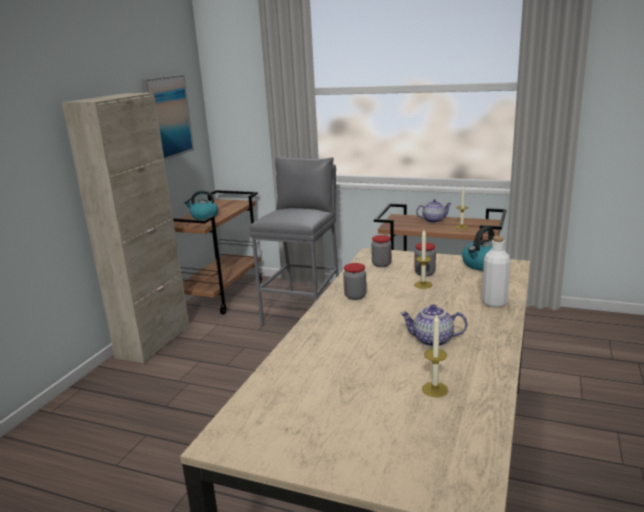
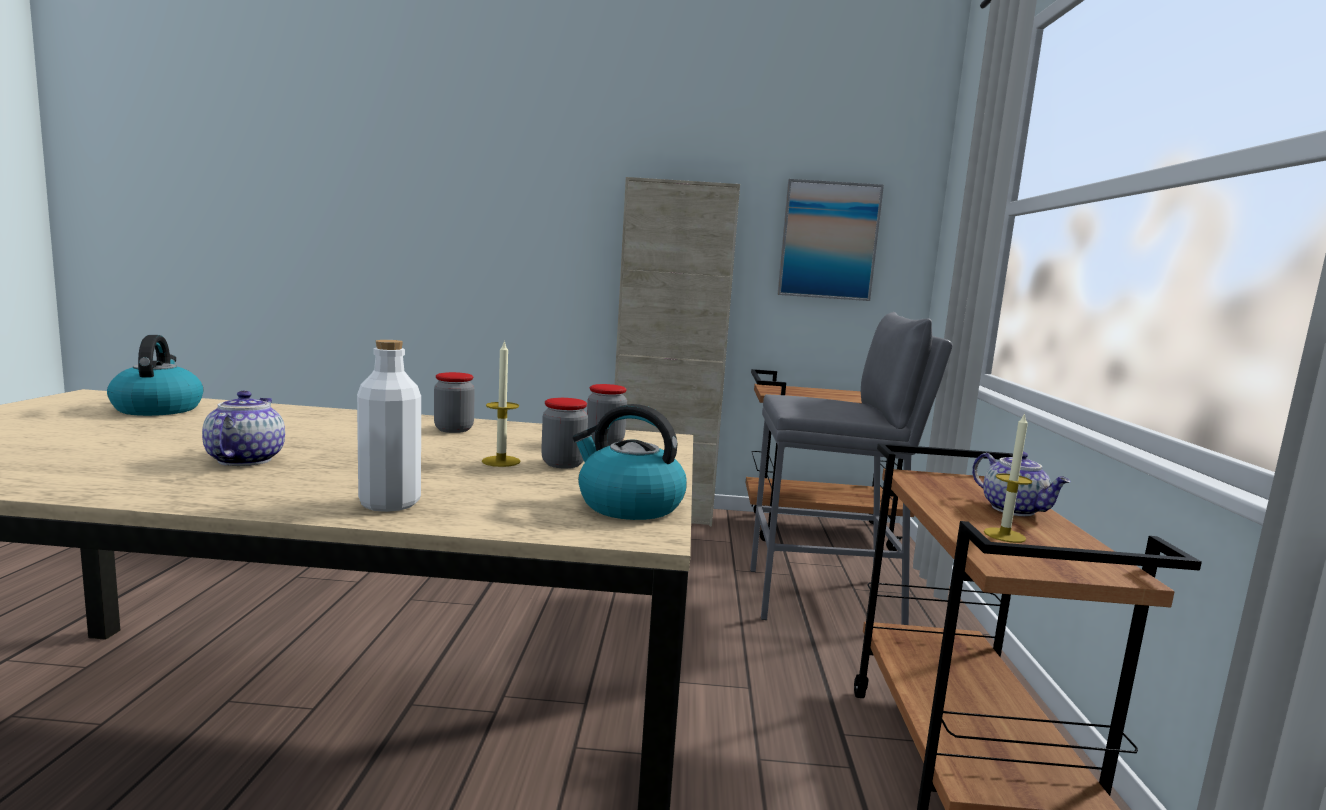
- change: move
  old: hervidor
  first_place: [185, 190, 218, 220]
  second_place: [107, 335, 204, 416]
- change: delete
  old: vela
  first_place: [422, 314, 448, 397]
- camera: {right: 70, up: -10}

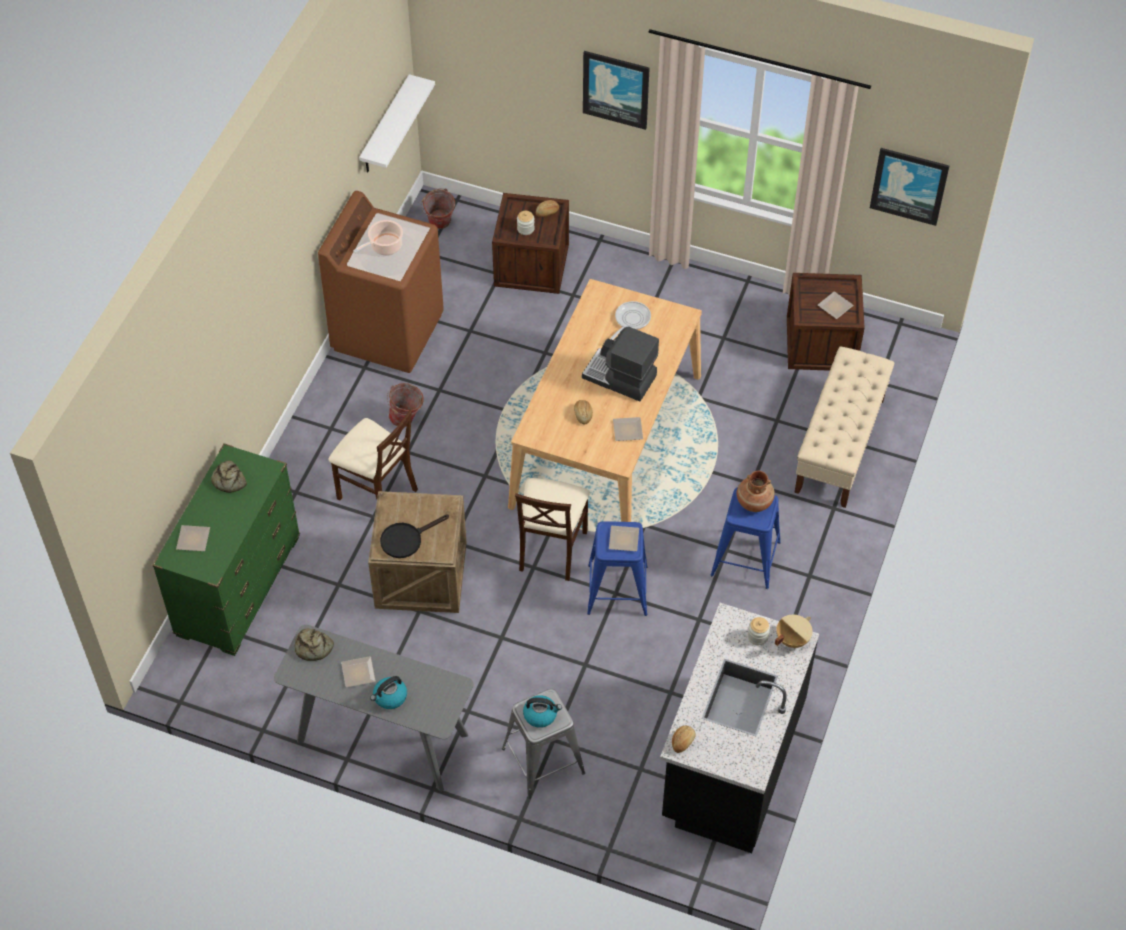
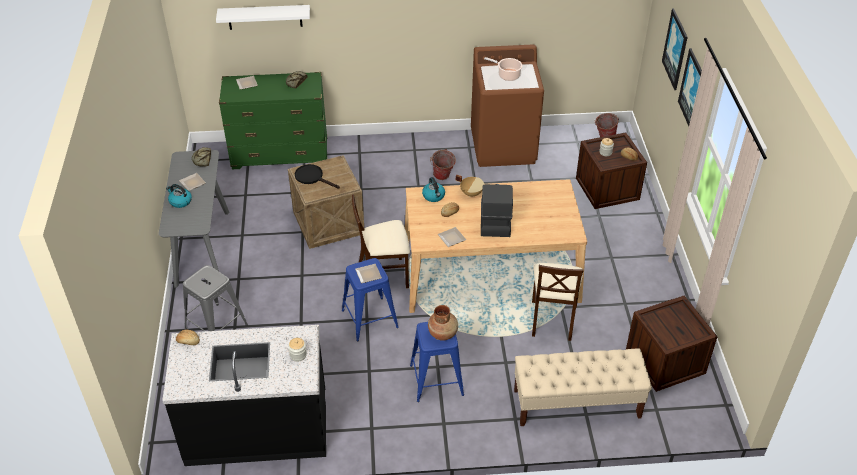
- change: move
  old: silla (beis)
  first_place: [328, 410, 418, 501]
  second_place: [532, 263, 584, 341]
- change: move
  old: estante (blanco)
  first_place: [359, 74, 435, 172]
  second_place: [216, 5, 310, 30]
- change: move
  old: hervidor
  first_place: [523, 695, 562, 728]
  second_place: [422, 177, 445, 202]
- change: delete
  old: sartén
  first_place: [610, 301, 651, 340]
- change: move
  old: olla (beis)
  first_place: [775, 615, 813, 648]
  second_place: [456, 175, 484, 197]
- change: delete
  old: plato
  first_place: [818, 291, 854, 319]
- change: move
  old: cuadro
  first_place: [870, 148, 949, 226]
  second_place: [662, 9, 688, 90]
- camera: {right: 65, up: -10}

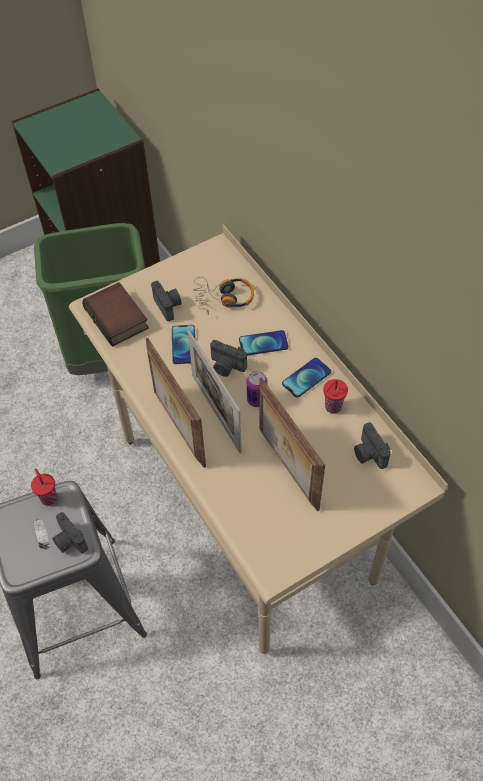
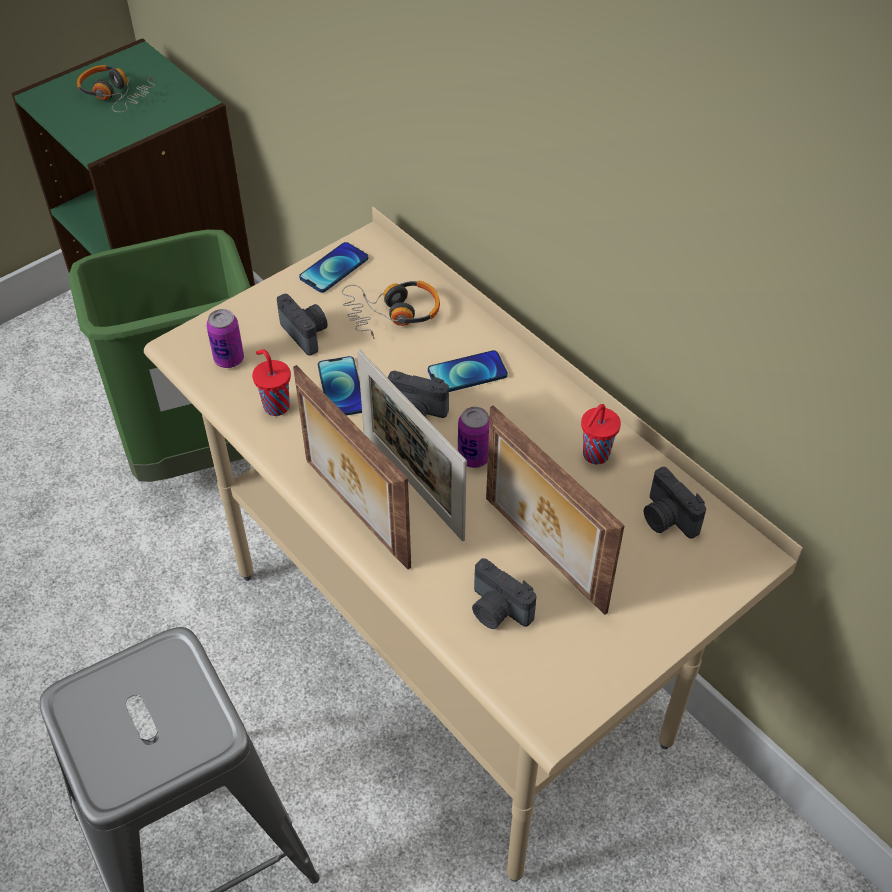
- change: move
  old: taza (rojo)
  first_place: [31, 469, 57, 506]
  second_place: [252, 349, 291, 416]
- change: move
  old: cámara
  first_place: [52, 512, 88, 553]
  second_place: [472, 558, 536, 629]
- change: replace
  old: libro
  new: lata
  first_place: [82, 282, 149, 347]
  second_place: [206, 309, 244, 368]
- change: move
  old: móvil
  first_place: [282, 358, 331, 398]
  second_place: [299, 242, 368, 293]
- change: insert
  new: auriculares
  second_place: [77, 65, 155, 113]
- camera: {right: -10, up: -5}

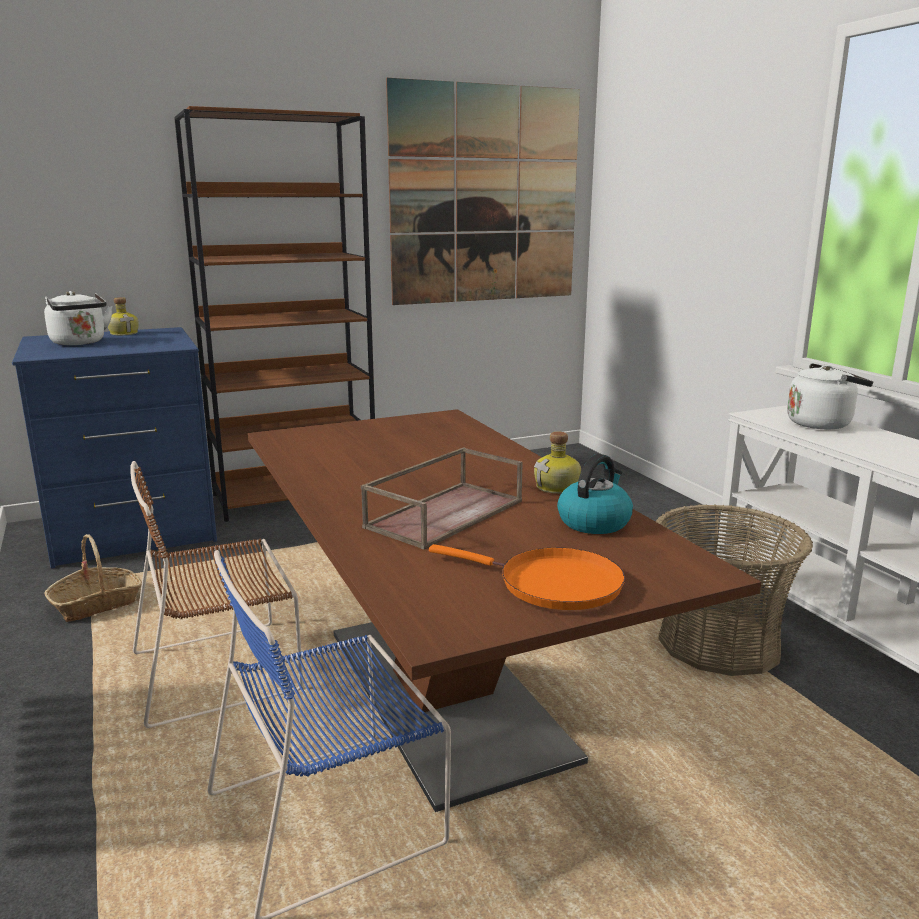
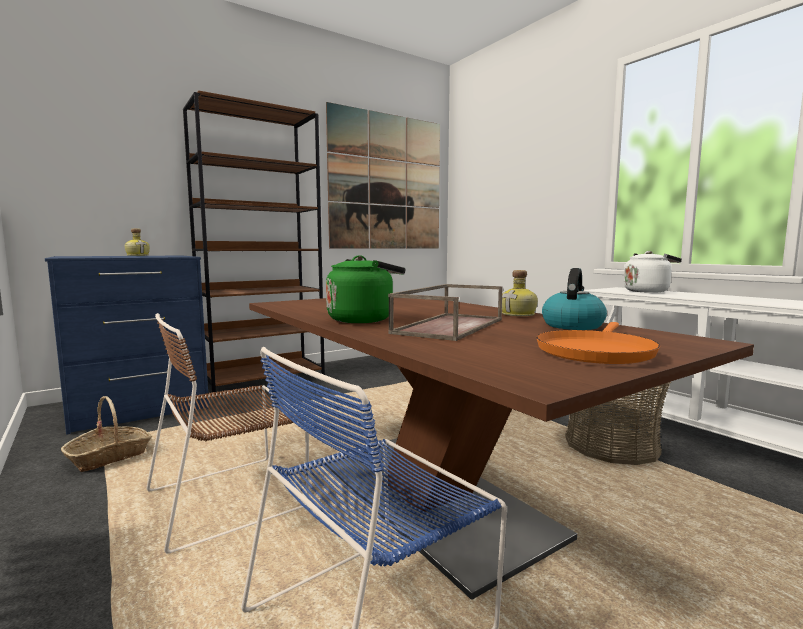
- change: delete
  old: hervidor (blanco)
  first_place: [44, 291, 112, 345]
- change: rotate
  old: sartén (naranja)
  first_place: [429, 544, 625, 610]
  second_place: [536, 322, 660, 364]
  degrees: 105
- change: insert
  new: hervidor (verde)
  second_place: [326, 255, 406, 323]
- camera: {right: -10, up: -10}

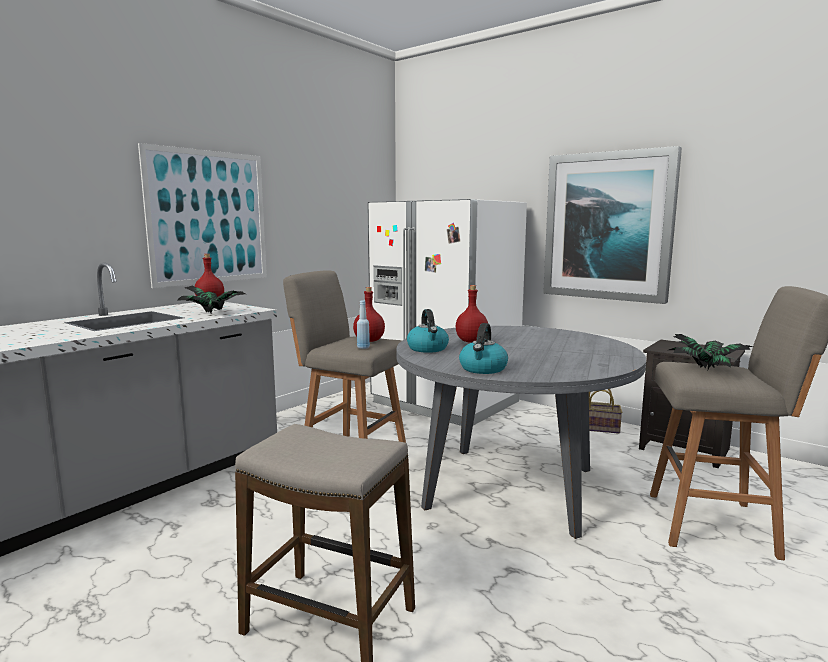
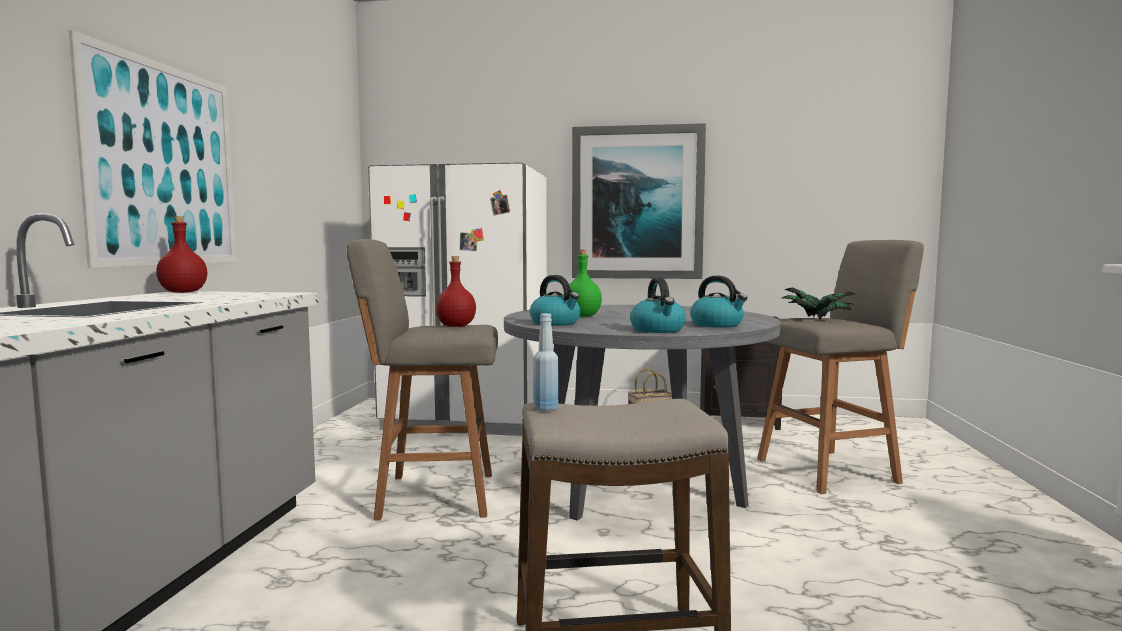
- change: delete
  old: planta en maceta
  first_place: [177, 286, 246, 313]
- change: move
  old: botella (azul)
  first_place: [357, 301, 370, 349]
  second_place: [533, 313, 559, 411]
- change: recolor
  old: botella (rojo)
  new: botella (verde)
  first_place: [456, 285, 488, 343]
  second_place: [569, 250, 602, 317]
- change: insert
  new: hervidor
  second_place: [690, 276, 748, 328]
- camera: {right: -30, up: -5}

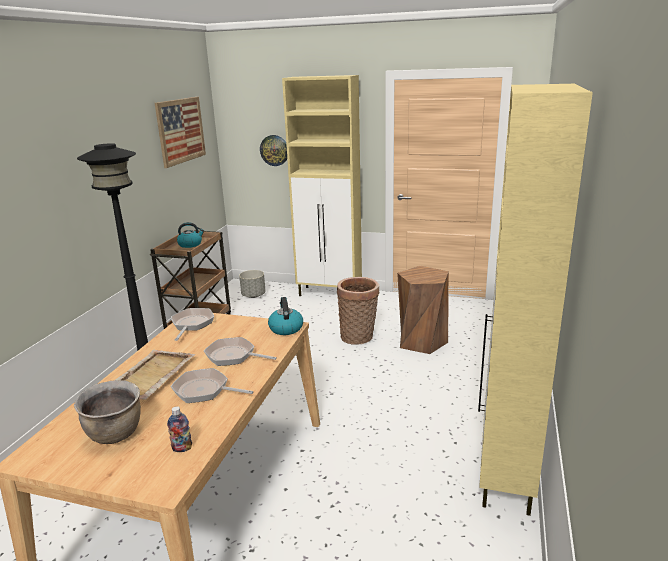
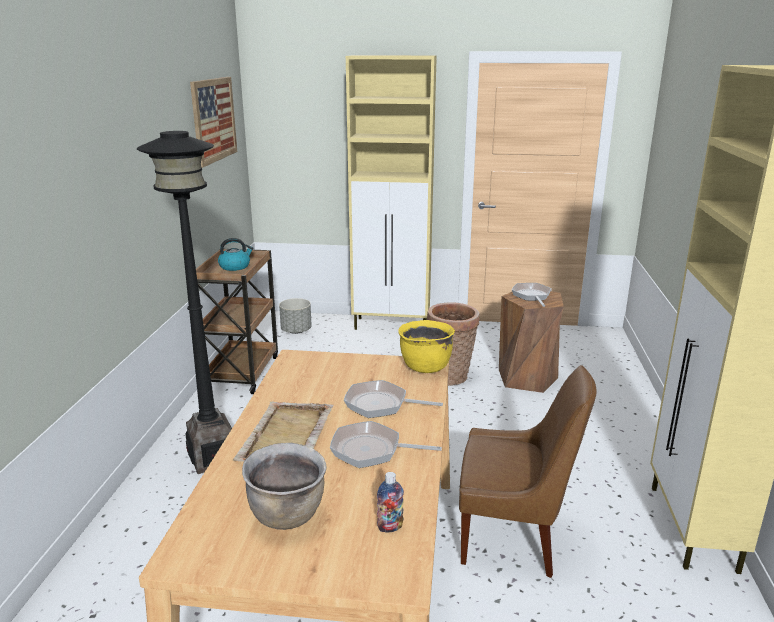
- change: move
  old: sartén
  first_place: [171, 308, 214, 341]
  second_place: [512, 283, 552, 307]
- change: delete
  old: reloj de pared
  first_place: [260, 135, 287, 166]
- change: replace
  old: hervidor
  new: olla (amarillo)
  first_place: [268, 297, 303, 335]
  second_place: [398, 320, 455, 373]
- change: insert
  new: silla (marrón)
  second_place: [459, 365, 597, 578]
- camera: {right: -10, up: 0}

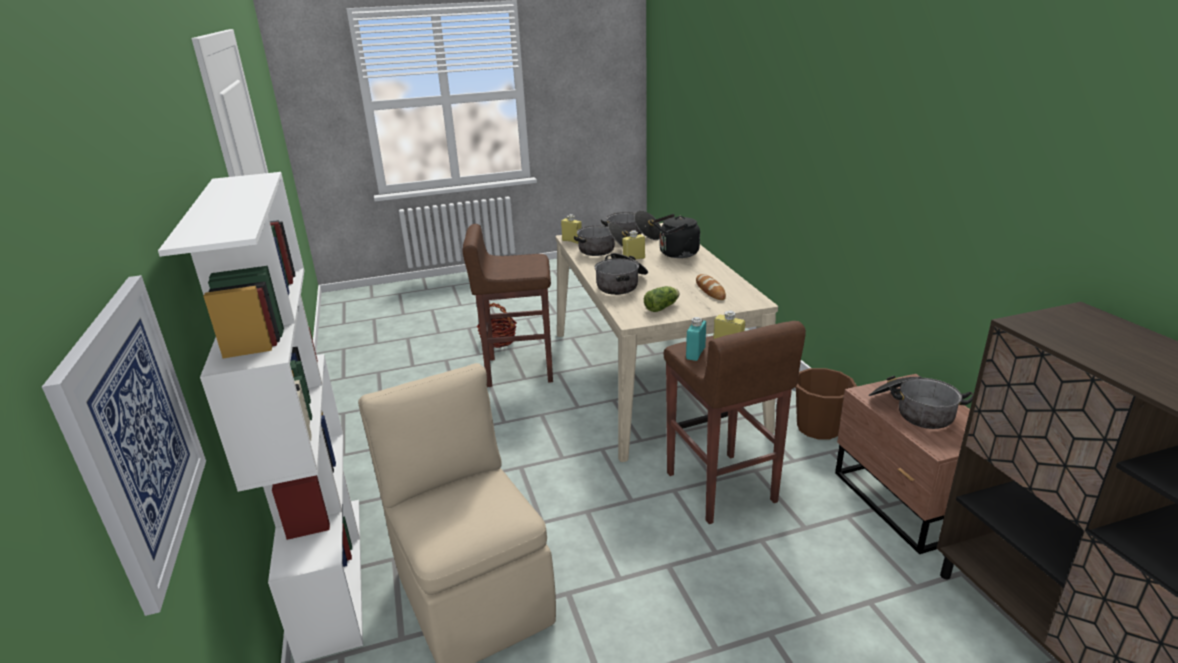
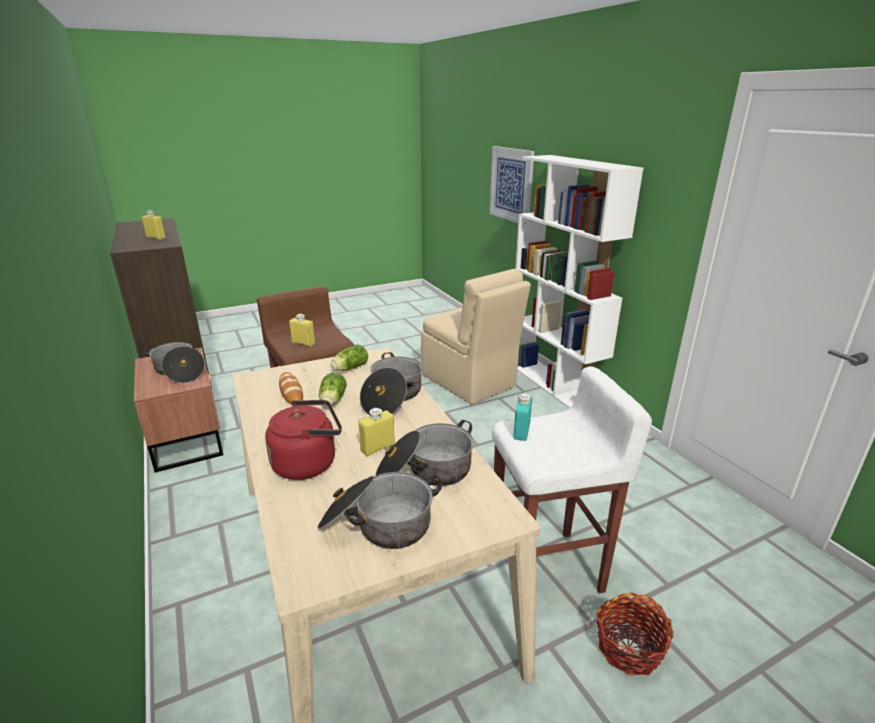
- change: recolor
  old: taburete (marrón)
  new: taburete (blanco)
  first_place: [463, 224, 553, 387]
  second_place: [492, 366, 652, 594]
- change: move
  old: botella (amarillo)
  first_place: [561, 214, 582, 244]
  second_place: [142, 210, 166, 240]
- change: recolor
  old: hervidor (negro)
  new: hervidor (rojo)
  first_place: [653, 214, 700, 258]
  second_place: [265, 400, 342, 480]
- change: move
  old: botella (turquesa)
  first_place: [686, 317, 706, 361]
  second_place: [513, 394, 532, 441]
- change: delete
  old: cubo (marrón)
  first_place: [792, 368, 857, 439]
- change: insert
  new: lechuga
  second_place: [319, 373, 347, 407]
- camera: {right: 170, up: 0}

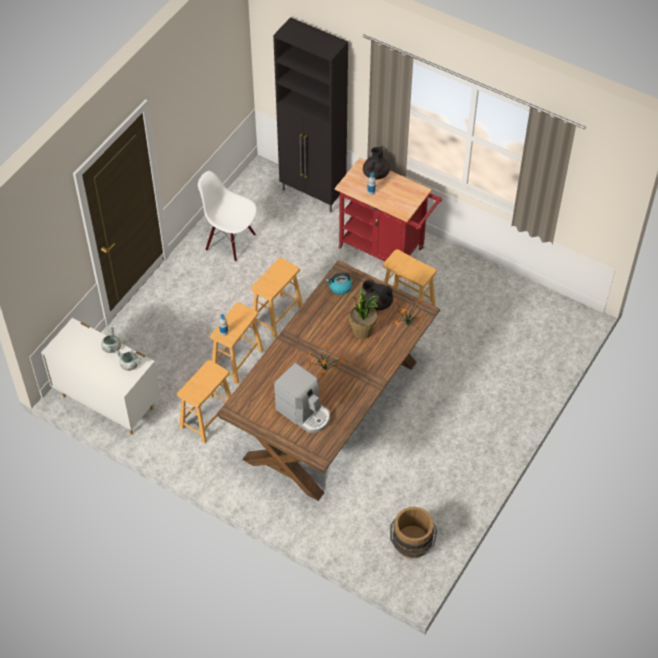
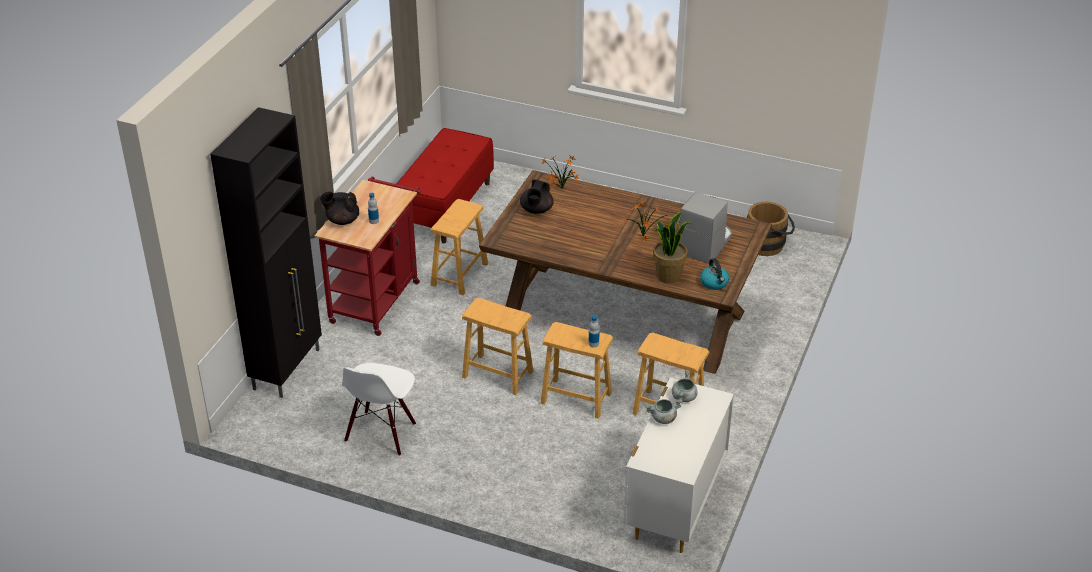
- change: move
  old: hervidor
  first_place: [326, 272, 352, 295]
  second_place: [700, 258, 729, 290]
- change: move
  old: planta en maceta
  first_place: [349, 286, 380, 339]
  second_place: [652, 211, 691, 284]
- change: insert
  new: banco (rojo)
  second_place: [397, 128, 494, 243]
- camera: {right: -100, up: -15}

